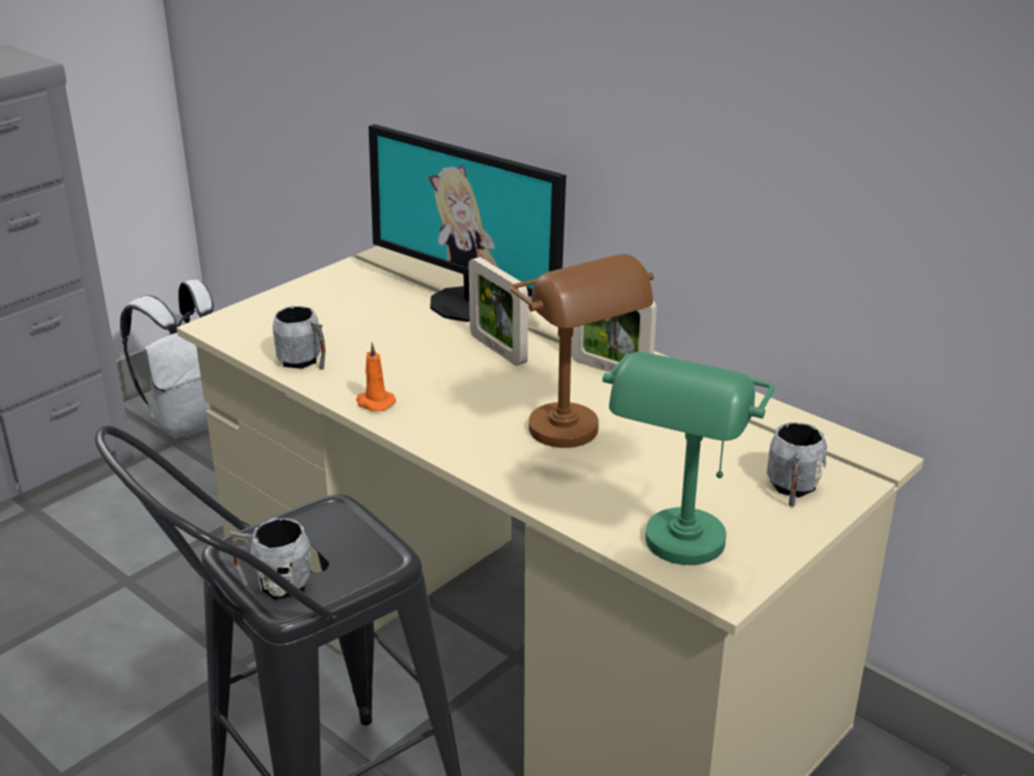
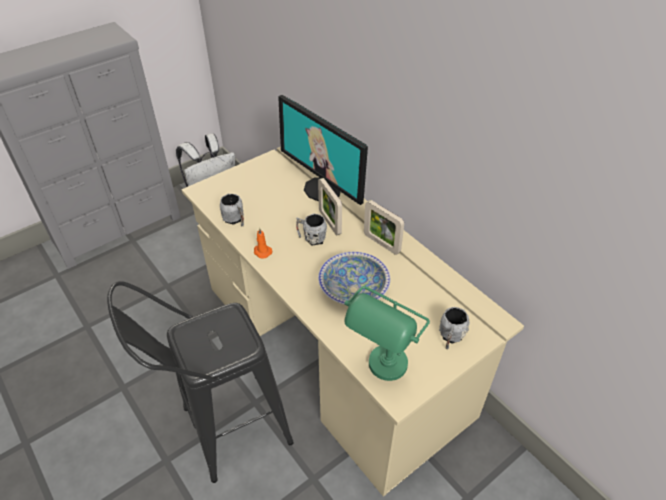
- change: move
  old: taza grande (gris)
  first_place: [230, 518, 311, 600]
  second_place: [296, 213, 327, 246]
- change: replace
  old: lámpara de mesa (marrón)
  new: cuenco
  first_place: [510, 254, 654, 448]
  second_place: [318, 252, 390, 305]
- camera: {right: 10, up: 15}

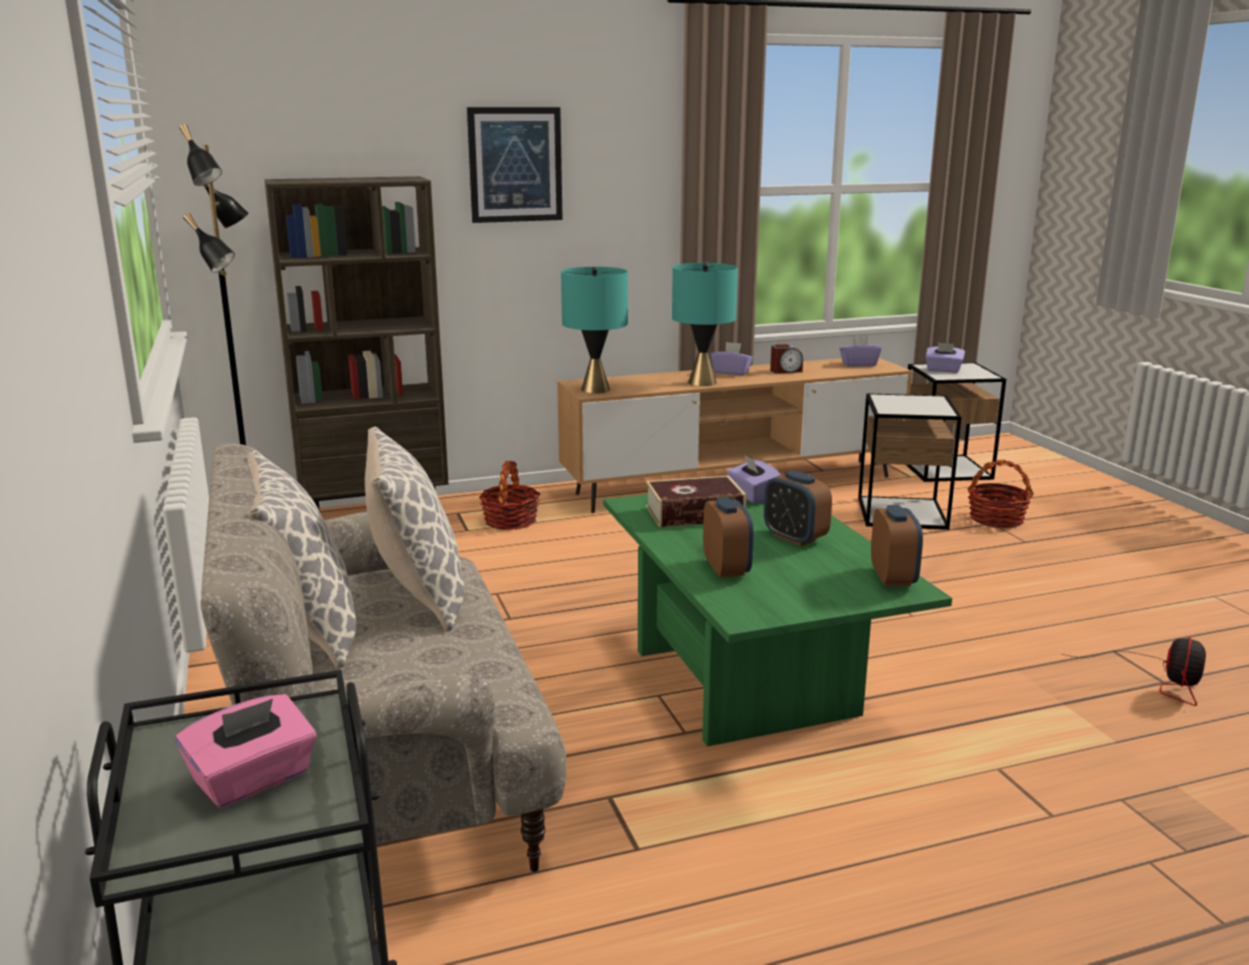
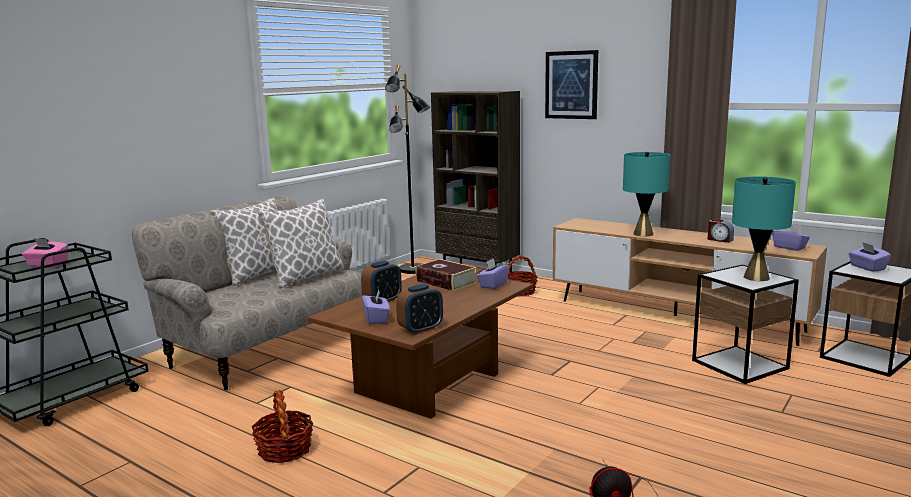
- change: move
  old: lámpara de mesa (turquesa)
  first_place: [561, 267, 628, 393]
  second_place: [732, 176, 796, 281]
- change: recolor
  old: mesa de centro (verde)
  new: mesa de centro (marrón)
  first_place: [604, 494, 952, 746]
  second_place: [308, 274, 533, 419]
- change: move
  old: caja de pañuelos (morado)
  first_place: [710, 342, 753, 375]
  second_place: [362, 289, 390, 325]
- change: delete
  old: despertador
  first_place: [764, 471, 832, 546]
- change: move
  old: cesta
  first_place: [968, 460, 1034, 528]
  second_place: [252, 390, 313, 463]
- camera: {right: 55, up: -5}

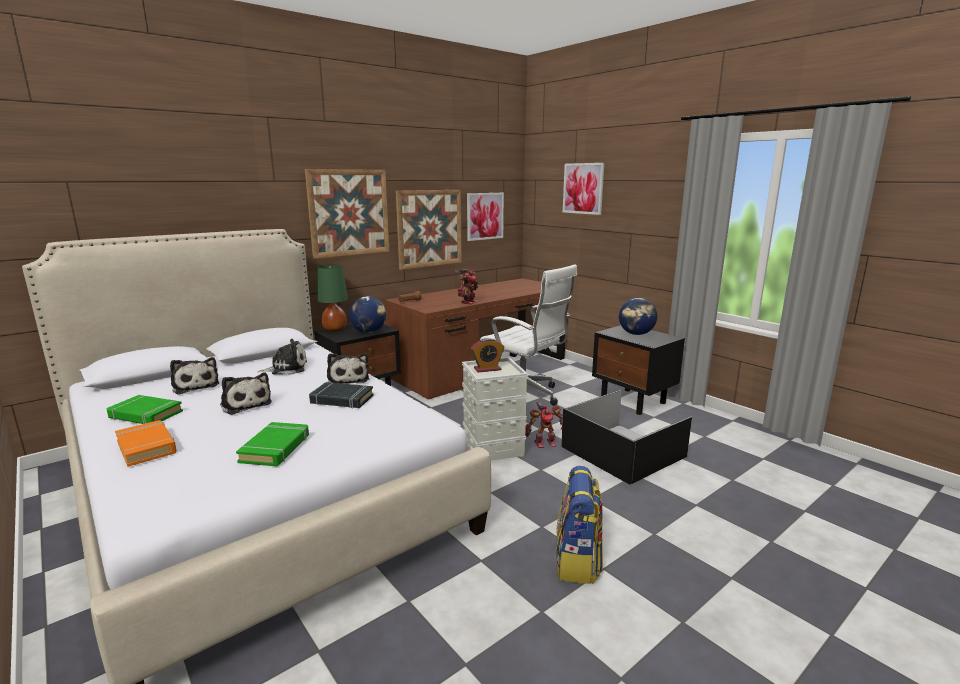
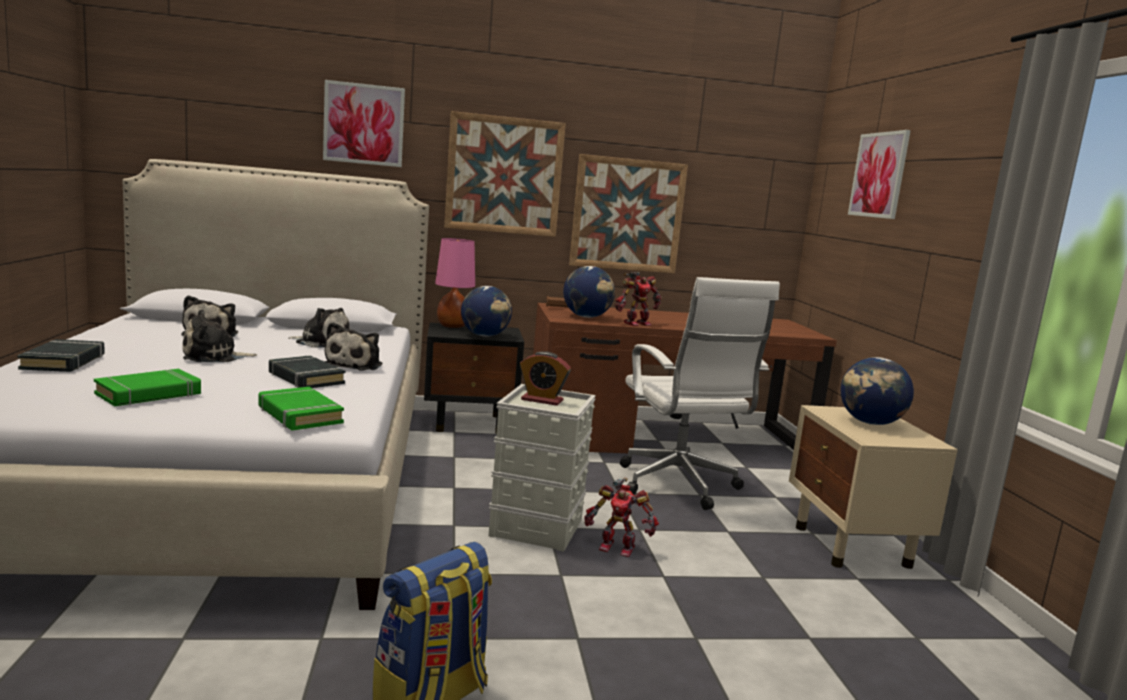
- change: move
  old: libro (verde)
  first_place: [107, 395, 183, 424]
  second_place: [259, 387, 344, 430]
- change: recolor
  old: libro (naranja)
  new: libro (negro)
  first_place: [115, 420, 177, 467]
  second_place: [17, 339, 105, 372]
- change: rotate
  old: peluche
  first_place: [220, 372, 272, 415]
  second_place: [182, 309, 257, 362]
  degrees: 75
- change: recolor
  old: lámpara de mesa (verde)
  new: lámpara de mesa (rosa)
  first_place: [317, 265, 348, 332]
  second_place: [435, 238, 475, 328]
- change: move
  old: cuadro
  first_place: [467, 193, 504, 241]
  second_place: [323, 80, 405, 167]
- change: delete
  old: caja de almacenaje (negro)
  first_place: [561, 390, 692, 485]
- change: recolor
  old: mesita de noche (negro)
  new: mesita de noche (beis)
  first_place: [592, 325, 685, 415]
  second_place: [789, 405, 958, 569]
- change: insert
  new: globo terráqueo
  second_place: [563, 266, 615, 318]
- camera: {right: 30, up: -5}

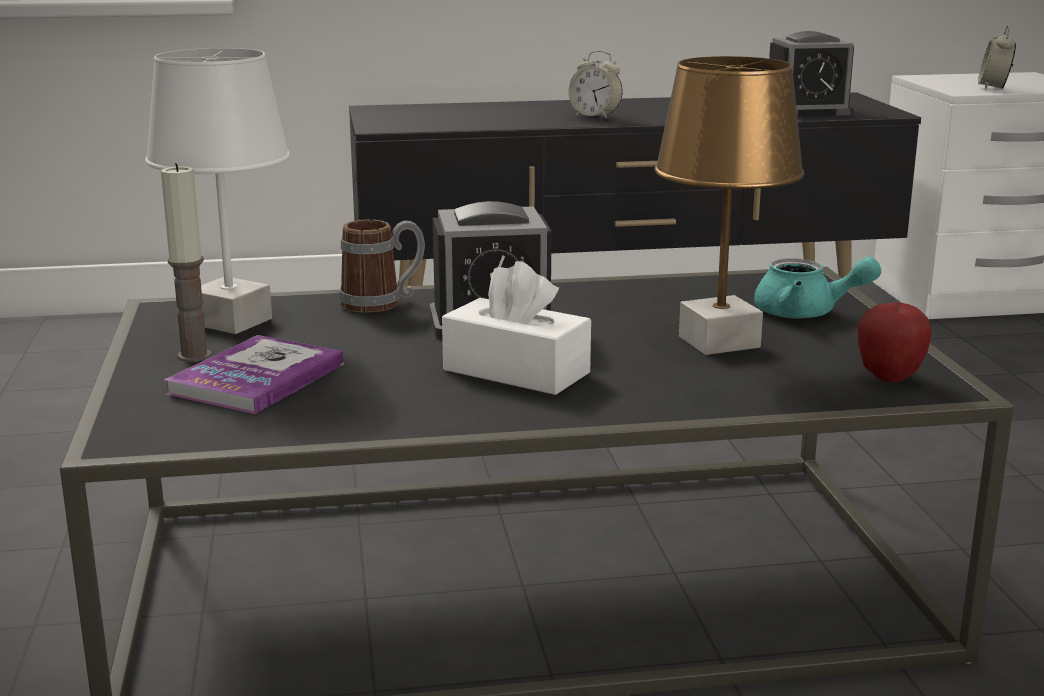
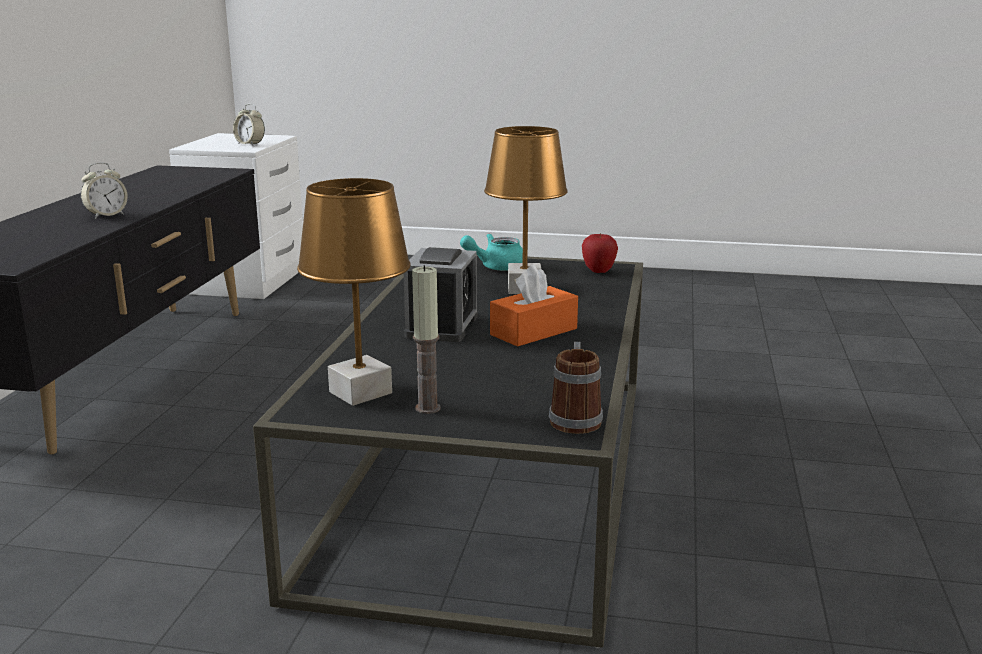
- change: recolor
  old: lámpara de mesa (blanco)
  new: lámpara de mesa (marrón)
  first_place: [145, 48, 290, 334]
  second_place: [297, 178, 411, 406]
- change: delete
  old: libro
  first_place: [164, 335, 344, 414]
- change: move
  old: taza grande
  first_place: [339, 219, 425, 313]
  second_place: [549, 342, 603, 434]
- change: recolor
  old: caja de pañuelos (blanco)
  new: caja de pañuelos (naranja)
  first_place: [442, 261, 591, 395]
  second_place: [490, 264, 578, 347]
- change: rotate
  old: tetera (turquesa)
  first_place: [754, 257, 881, 319]
  second_place: [460, 234, 523, 271]
  degrees: -150
- change: delete
  old: despertador
  first_place: [769, 31, 854, 117]
- camera: {right: -70, up: 0}

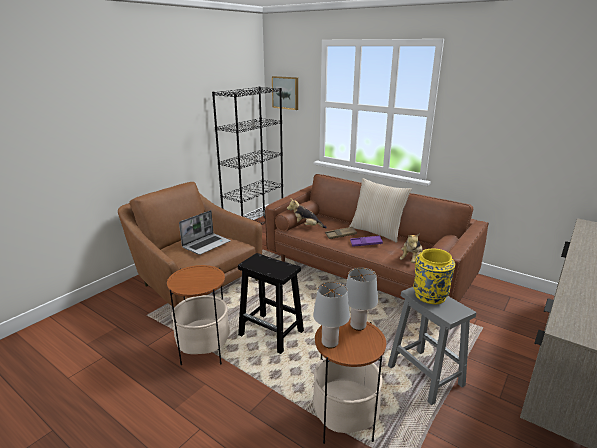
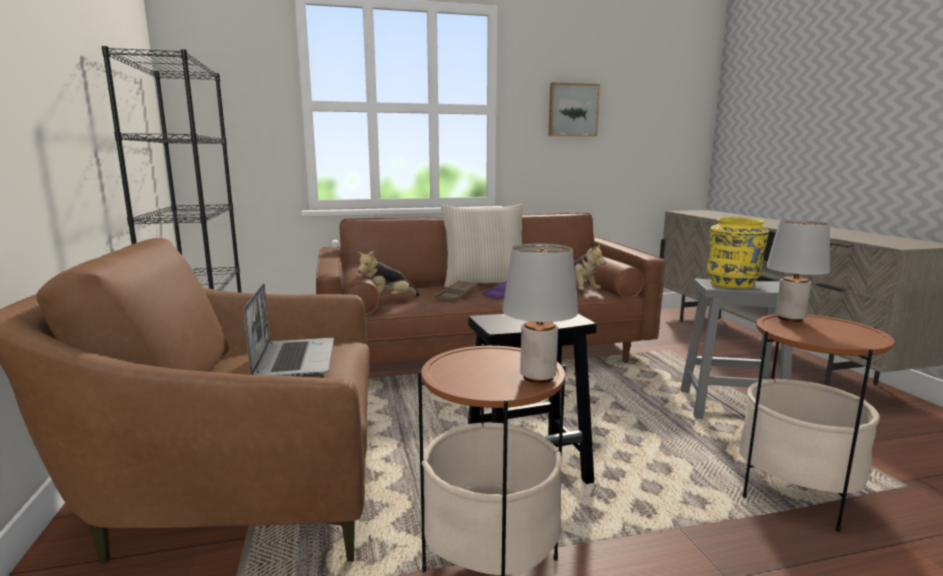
- change: move
  old: cuadro
  first_place: [272, 76, 298, 110]
  second_place: [549, 82, 600, 137]
- change: move
  old: lámpara de mesa (gris)
  first_place: [313, 282, 350, 349]
  second_place: [503, 244, 578, 383]
- camera: {right: -50, up: -10}

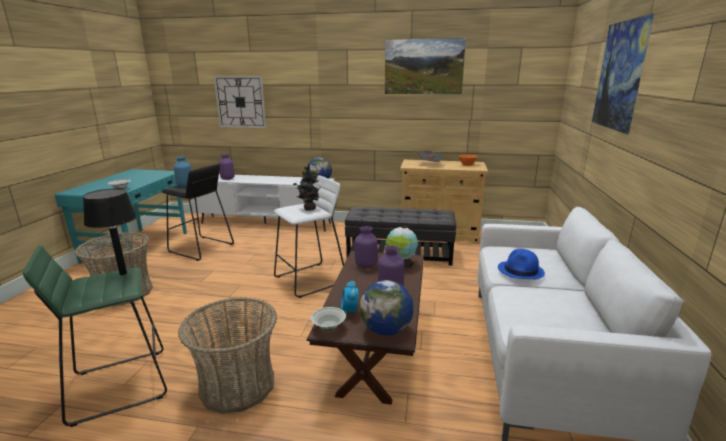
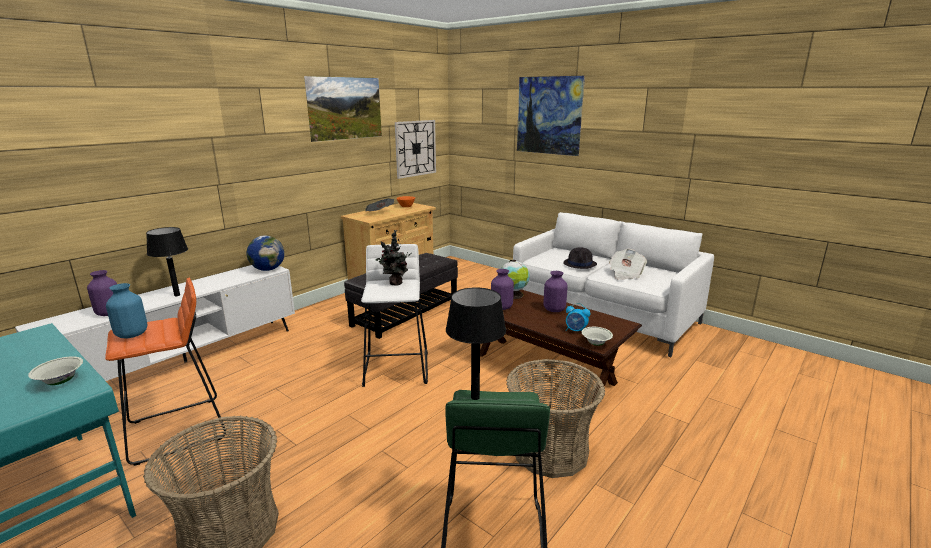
- change: recolor
  old: taburete (negro)
  new: taburete (naranja)
  first_place: [162, 164, 234, 261]
  second_place: [105, 277, 226, 466]
- change: move
  old: reloj de pared
  first_place: [214, 76, 266, 128]
  second_place: [395, 120, 436, 179]
- change: delete
  old: globo terráqueo
  first_place: [360, 280, 413, 336]
- change: recolor
  old: sombrero (azul)
  new: sombrero (negro)
  first_place: [498, 249, 545, 279]
  second_place: [563, 247, 597, 269]
- change: insert
  new: lámpara de mesa (negro)
  second_place: [146, 227, 188, 296]
- change: insert
  new: periódico
  second_place: [609, 249, 647, 280]
- camera: {right: -60, up: 0}

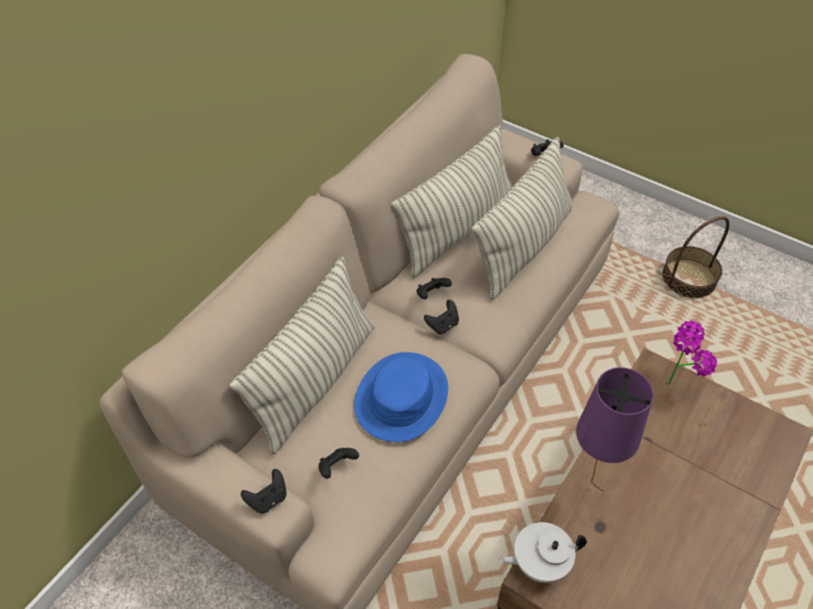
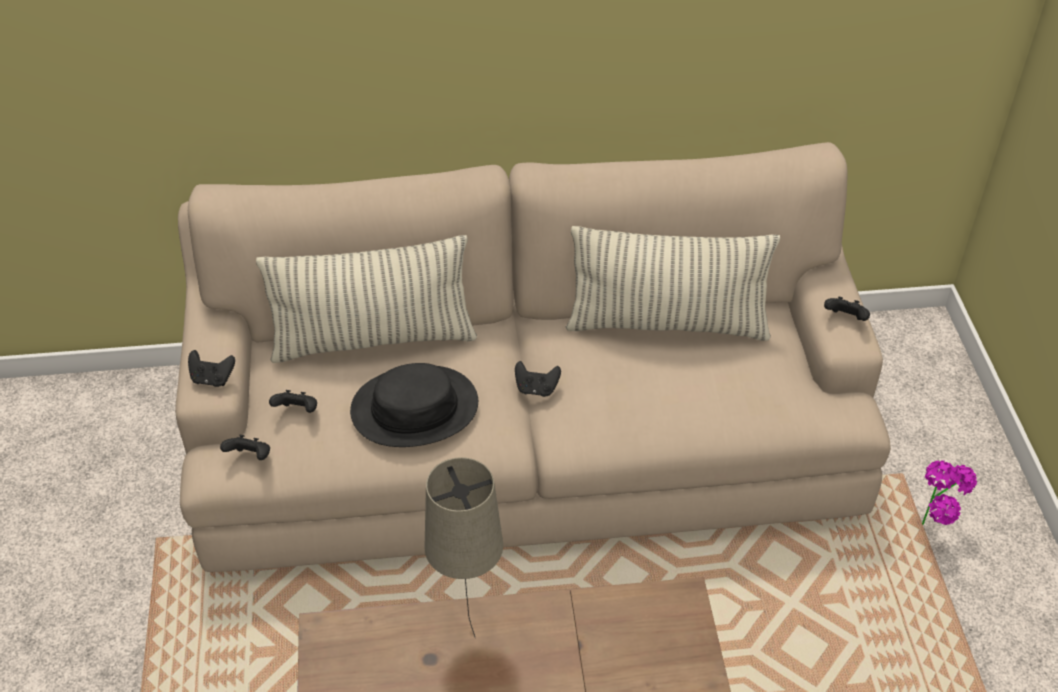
- change: recolor
  old: sombrero (azul)
  new: sombrero (negro)
  first_place: [354, 352, 448, 442]
  second_place: [350, 363, 478, 447]
- change: move
  old: mando de consola (negro)
  first_place: [417, 278, 452, 299]
  second_place: [220, 435, 270, 460]
- change: delete
  old: cojín
  first_place: [472, 137, 573, 300]
- change: delete
  old: tetera (blanco)
  first_place: [499, 522, 587, 583]
- change: recolor
  old: lámpara de mesa (morado)
  new: lámpara de mesa (beis)
  first_place: [576, 367, 653, 491]
  second_place: [424, 457, 503, 637]
- change: delete
  old: cesta
  first_place: [662, 216, 729, 298]
- change: move
  old: planta en maceta
  first_place: [669, 320, 717, 383]
  second_place: [922, 461, 977, 525]
- camera: {right: 50, up: -5}

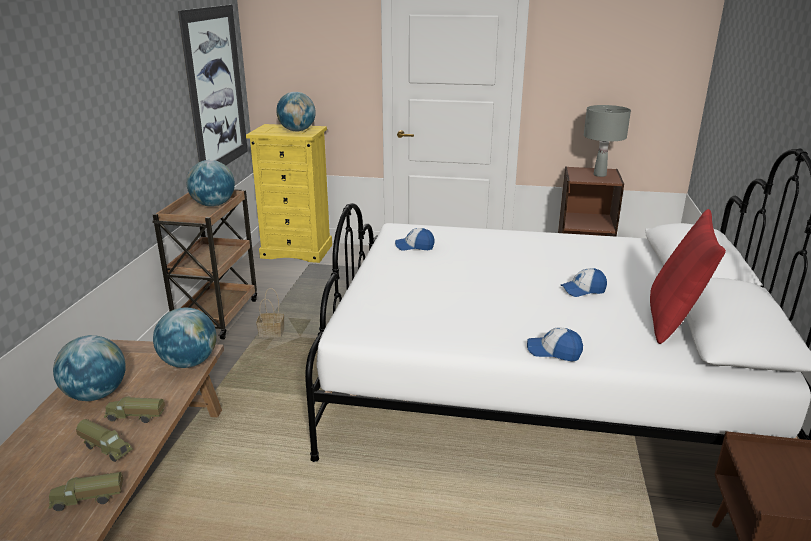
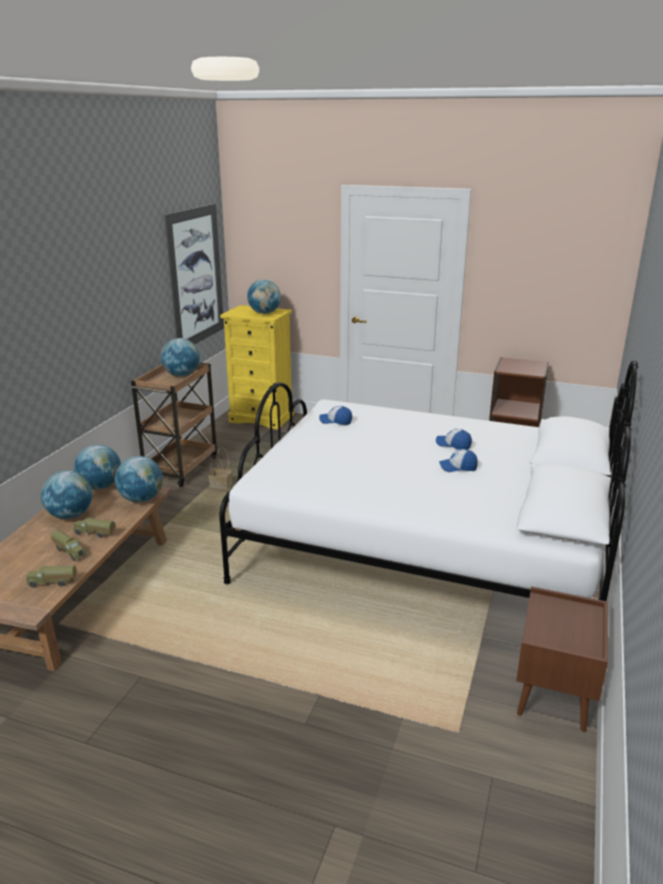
- change: move
  old: gorra
  first_place: [527, 328, 583, 361]
  second_place: [436, 429, 472, 450]
- change: delete
  old: lámpara de mesa (gris)
  first_place: [584, 105, 631, 177]
- change: delete
  old: cojín (rojo)
  first_place: [650, 209, 726, 344]
- change: insert
  new: globo terráqueo
  second_place: [74, 444, 121, 489]
- camera: {right: 10, up: 0}

